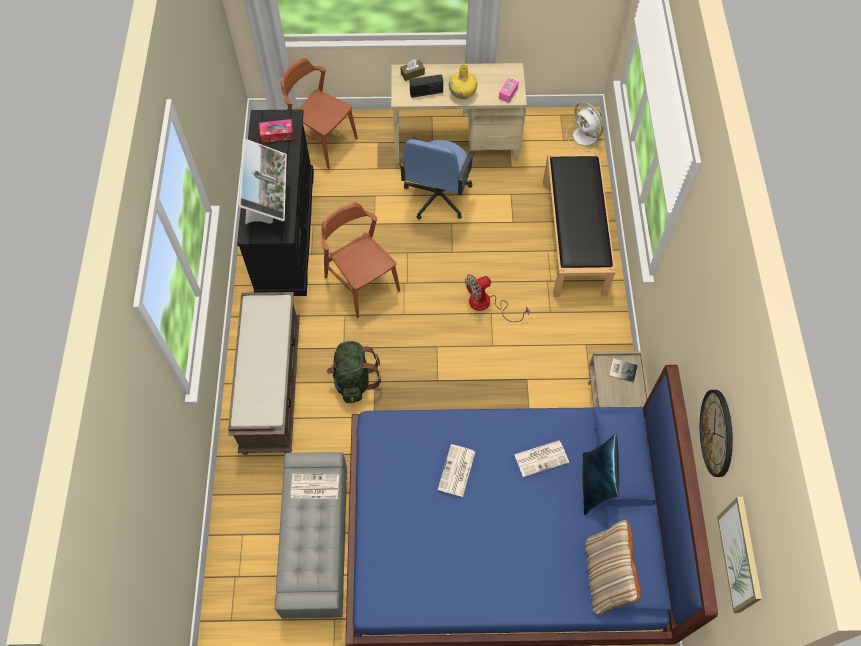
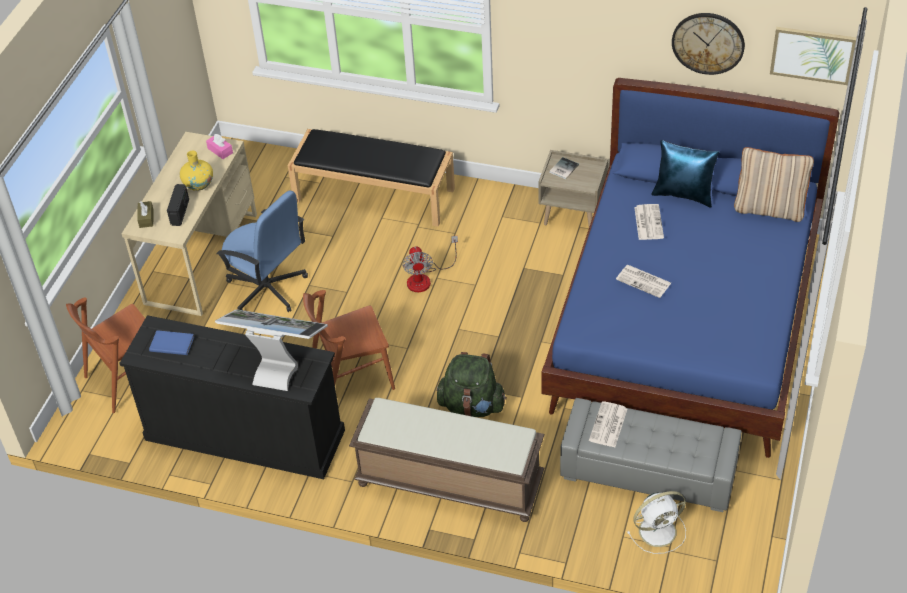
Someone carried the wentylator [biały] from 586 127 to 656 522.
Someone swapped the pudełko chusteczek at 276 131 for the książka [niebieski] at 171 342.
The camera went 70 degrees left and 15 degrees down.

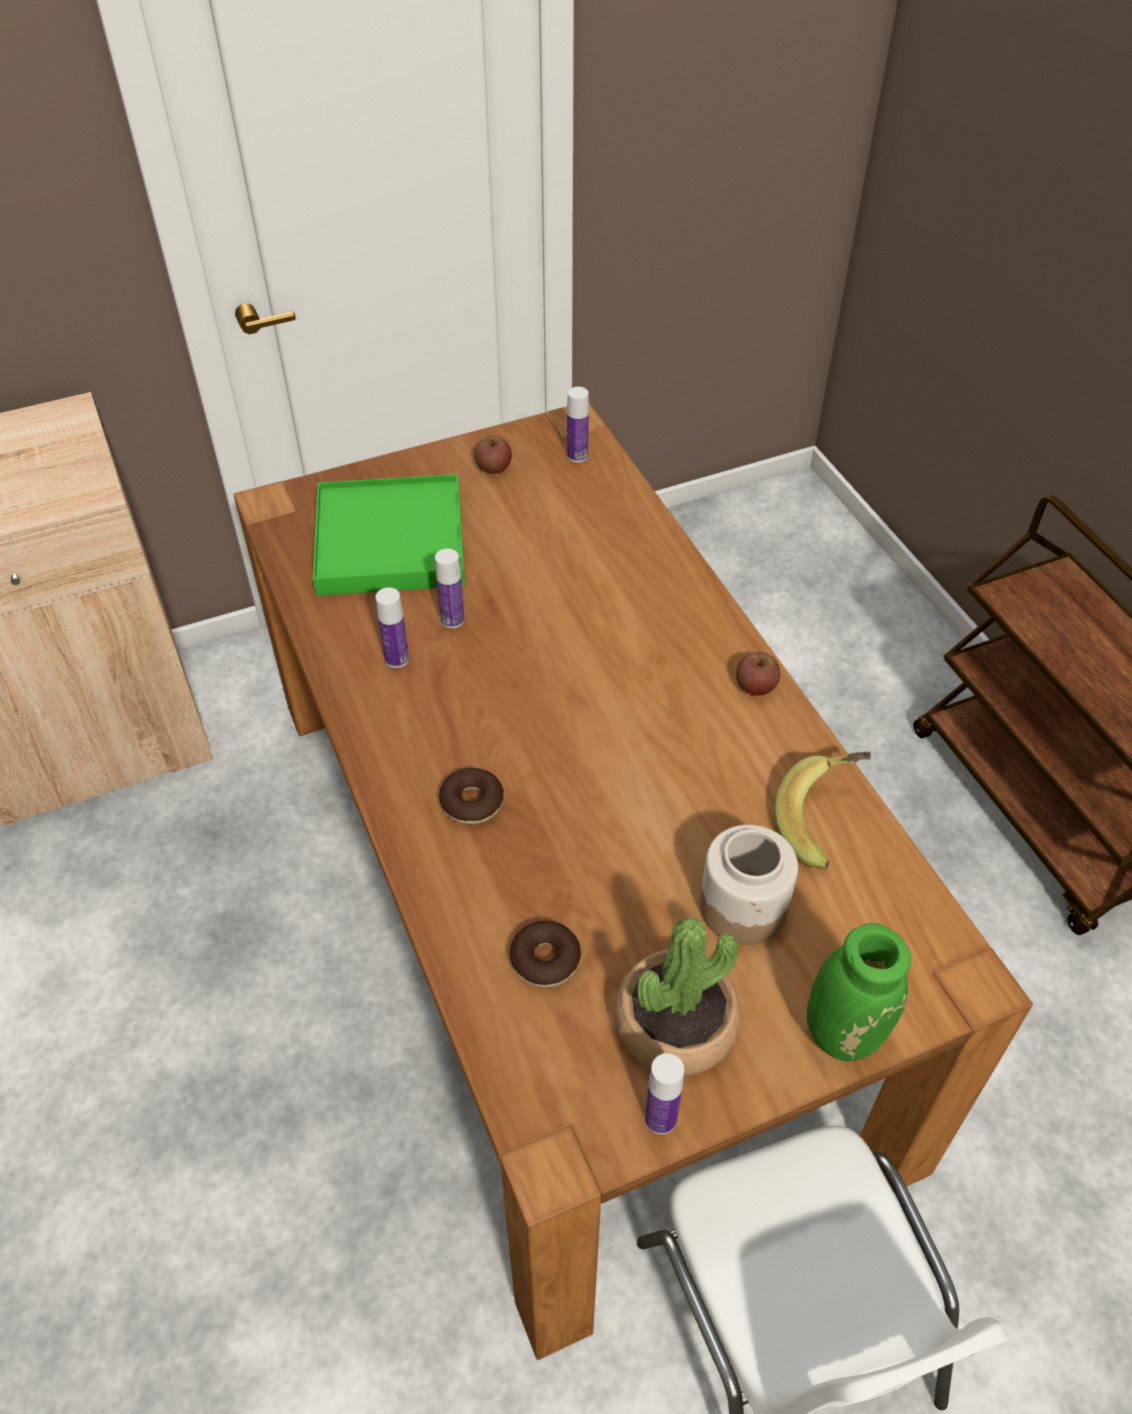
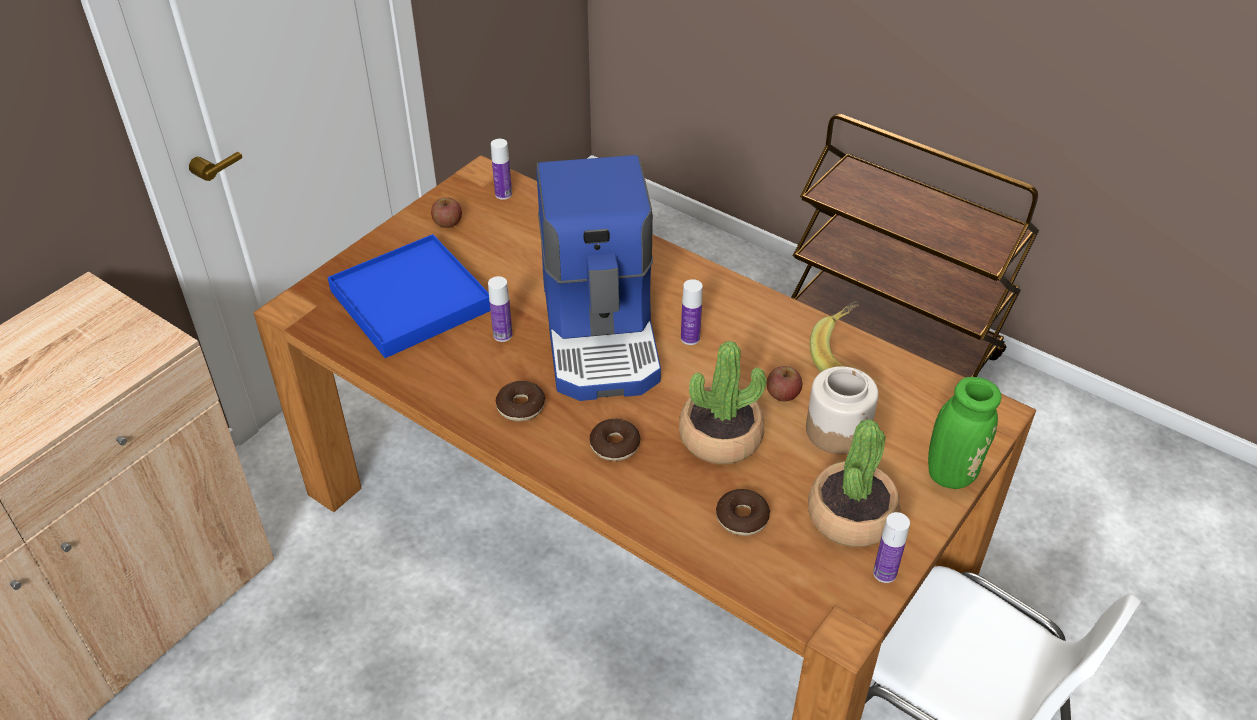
Someone put down the donut at 520 401.
Someone put down the ekspres do kawy at 598 278.
Someone put down the roślina doniczkowa at 722 402.
Someone carried the butelka from 392 628 to 692 312.
Someone carried the jabłko from 758 674 to 784 384.
Someone repainted the taca [zielony] at 389 535, which became the taca [niebieski] at 409 296.
The camera went 30 degrees left and 5 degrees down.

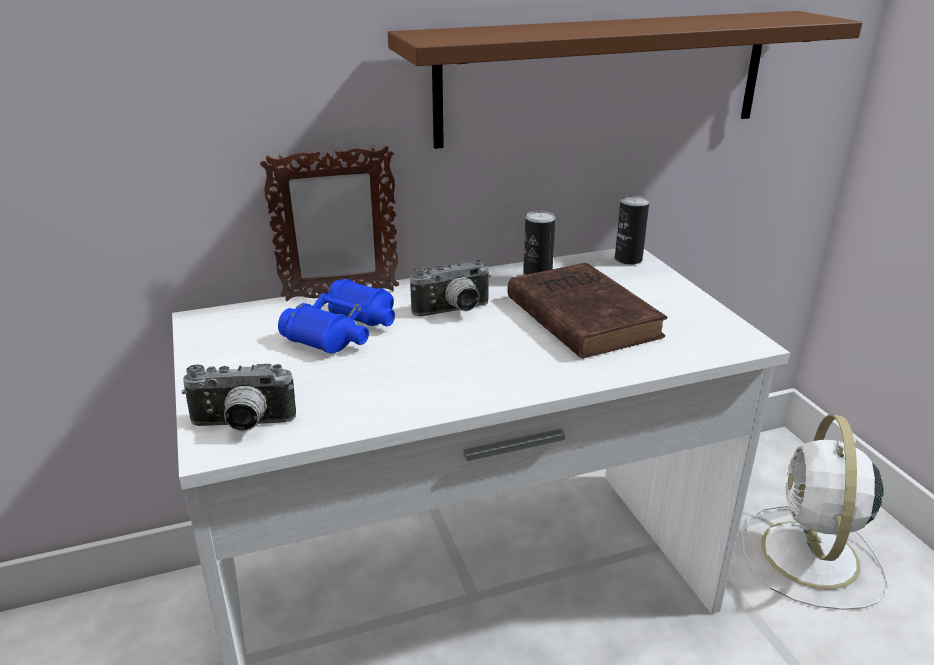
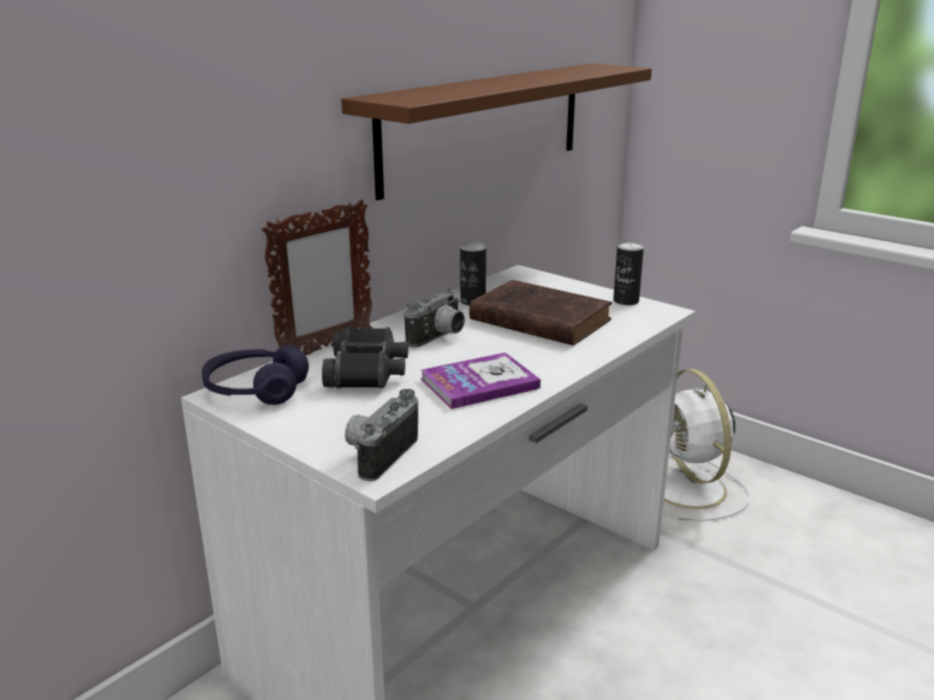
Someone put down the słuchawki [fioletowy] at 255 375.
Someone put down the książka at 481 380.
Someone carried the puszka from 632 230 to 628 273.
Someone repainted the lornetka [niebieski] at 336 316, which became the lornetka [czarny] at 365 357.
Someone rotated the aparat fotograficzny at 239 397 by 150 degrees clockwise.
The camera went 30 degrees left and 5 degrees down.

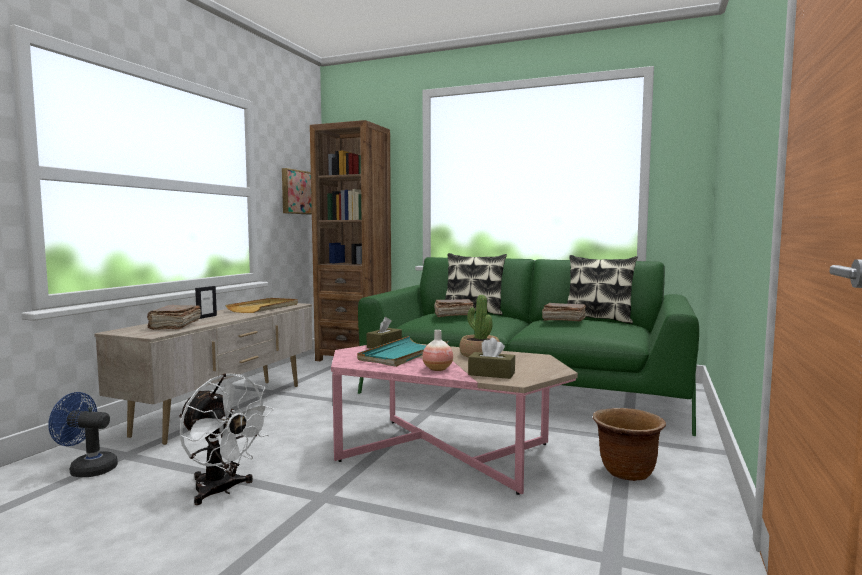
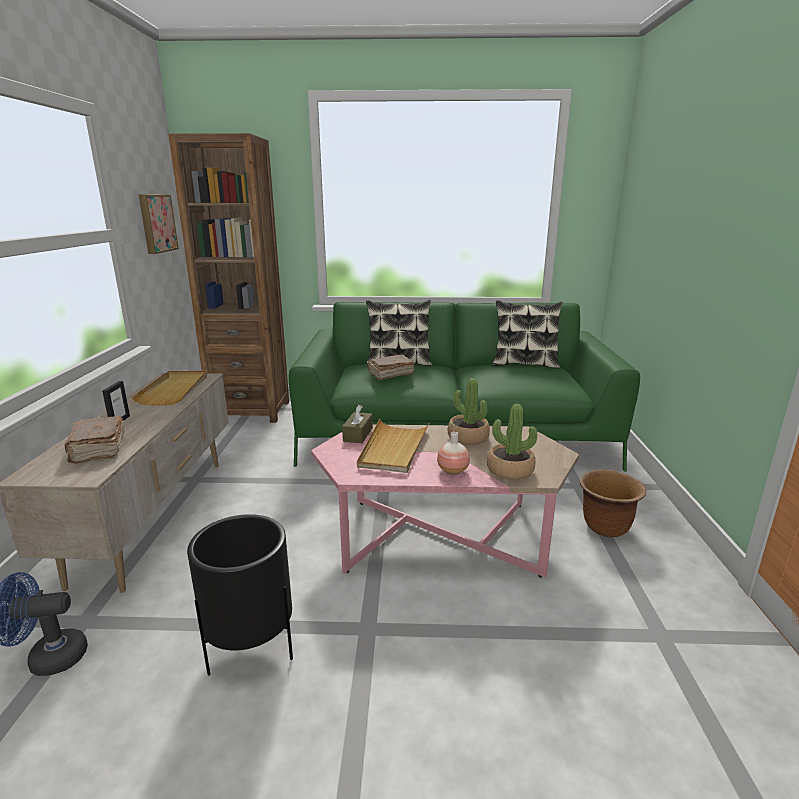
Someone took away the książka [brązowy] at 564 312.
Someone swapped the wentylator [biały] at 226 439 for the donica [czarny] at 240 595.
Someone swapped the pudełko chusteczek [brązowy] at 491 358 for the roślina doniczkowa at 512 442.
Someone repainted the taca [turkusowy] at 403 351, which became the taca [beżowy] at 393 446.
The camera went 20 degrees left and 15 degrees up.

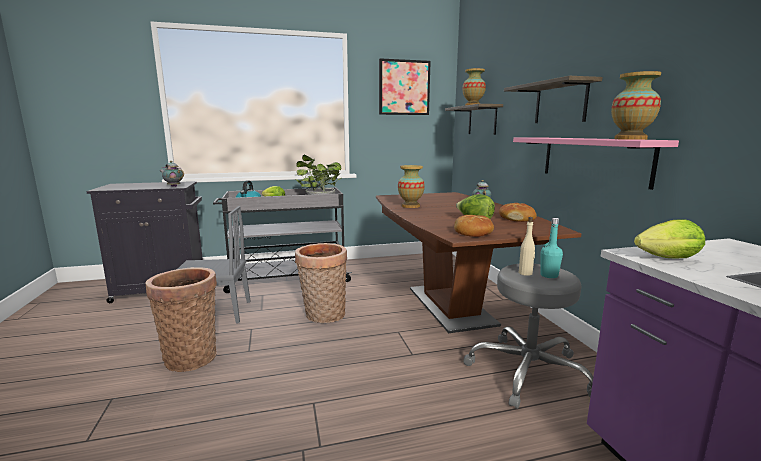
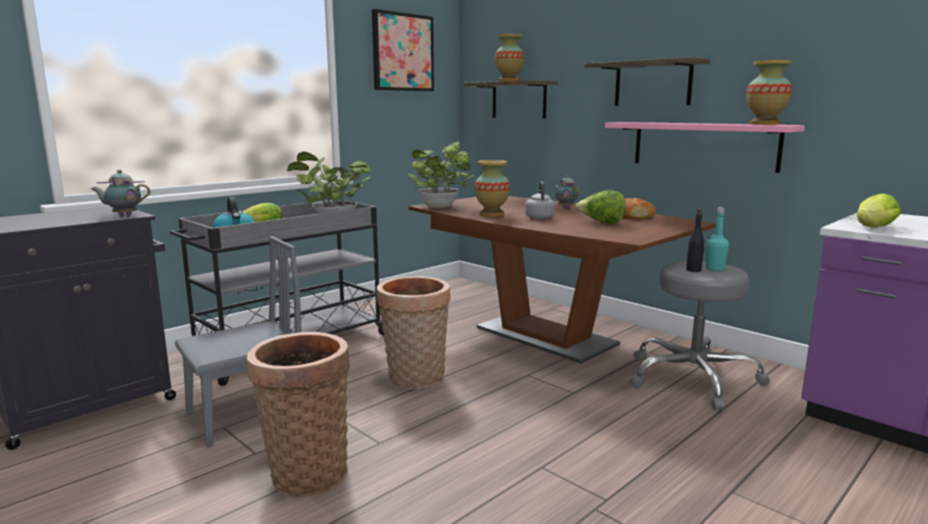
Someone took away the chleb at 474 226.
Someone put down the roślina doniczkowa at 441 174.
Someone put down the czajnik [szary] at 540 200.
Someone repainted the butelka [beżowy] at 527 246, which became the butelka [czarny] at 695 240.
The camera went 30 degrees left and 0 degrees up.

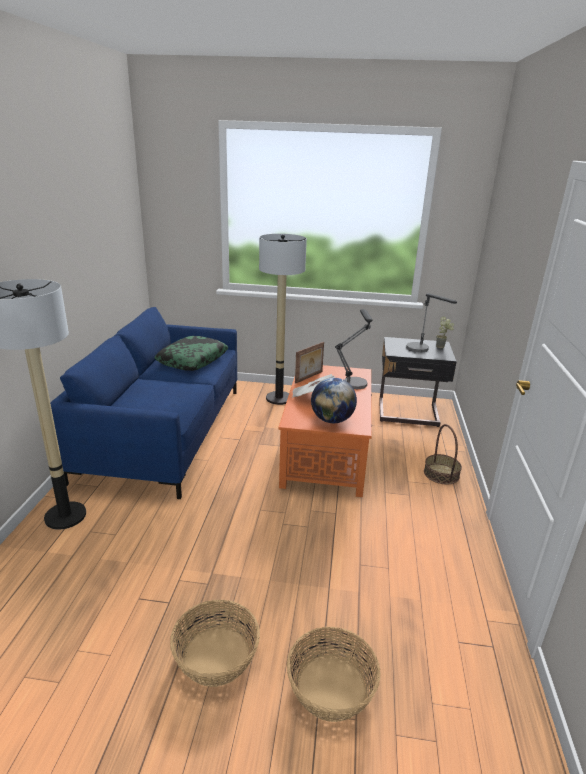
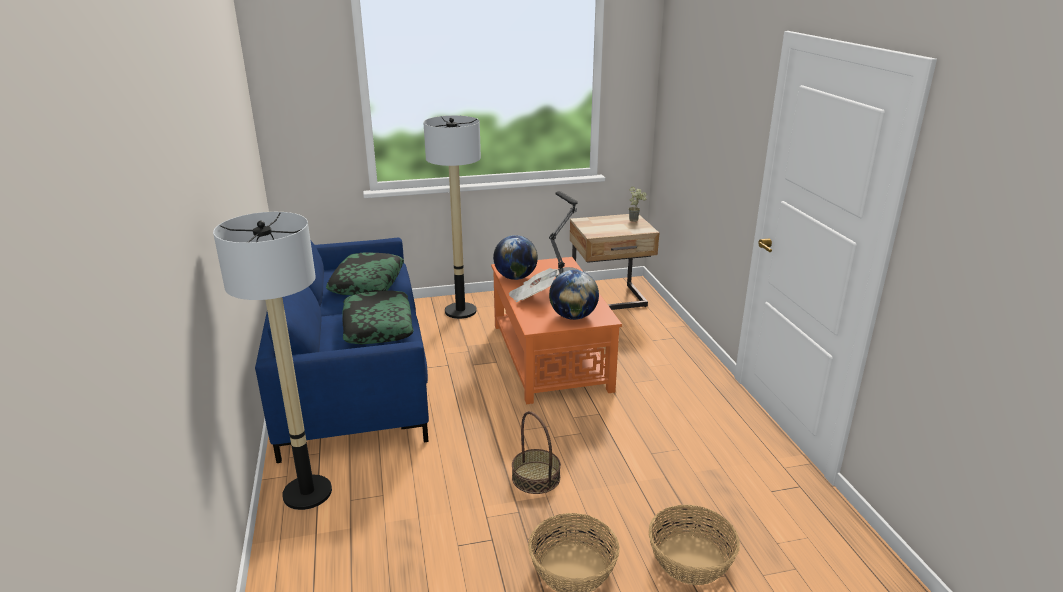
Someone took away the lampa stołowa at 431 322.
Someone put down the poduszka at 378 317.
Someone carried the koszyk from 443 454 to 536 452.
Someone swapped the ramka na zdjęcie at 309 363 for the globus at 515 257.
Someone repainted the szafka nocna [czarny] at 418 382, which became the szafka nocna [beżowy] at 614 262.
The camera went 20 degrees left and 0 degrees up.

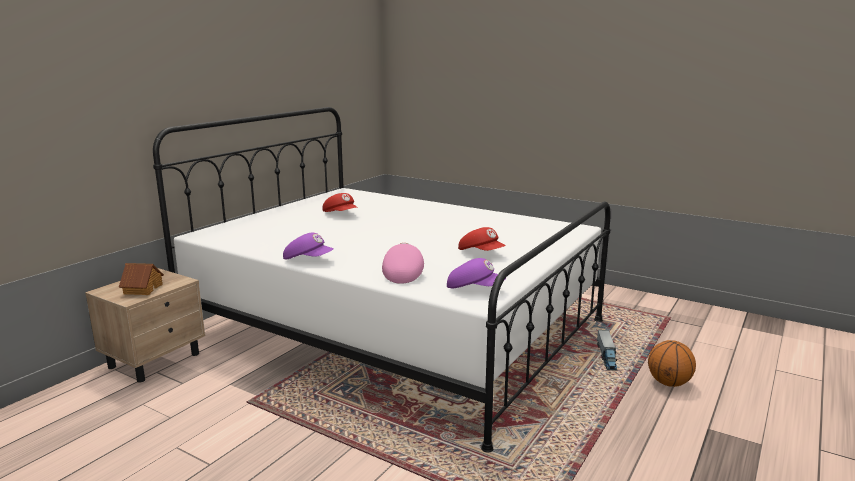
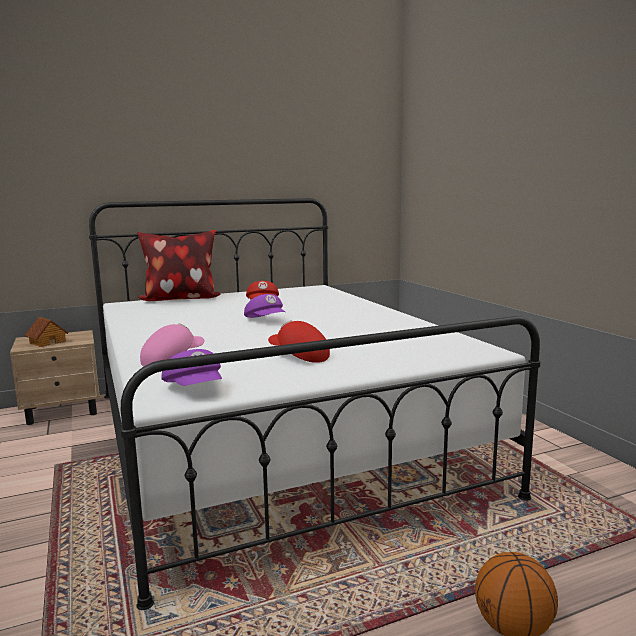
Someone took away the ciężarówka zabawkowa at 607 350.
Someone put down the poduszka at 179 265.
Someone carried the czapka z daszkiem [fioletowy] from 308 246 to 264 306.
Someone rotated the czapka z daszkiem [czerwony] at 482 239 by 135 degrees clockwise.
The camera went 35 degrees right and 5 degrees down.

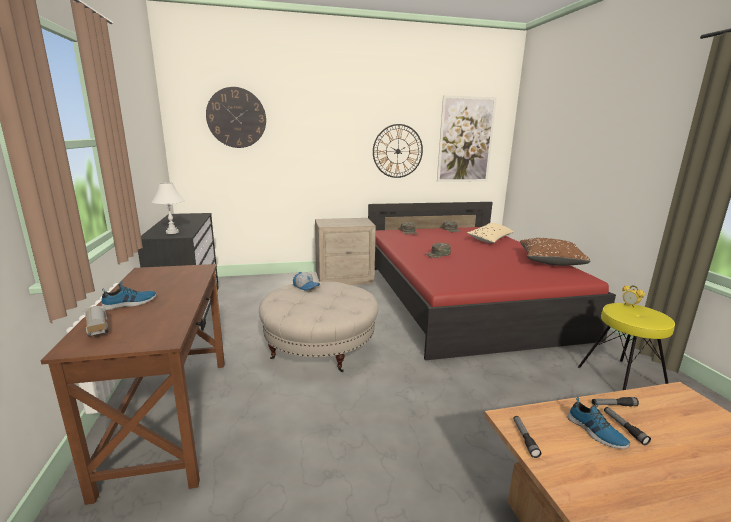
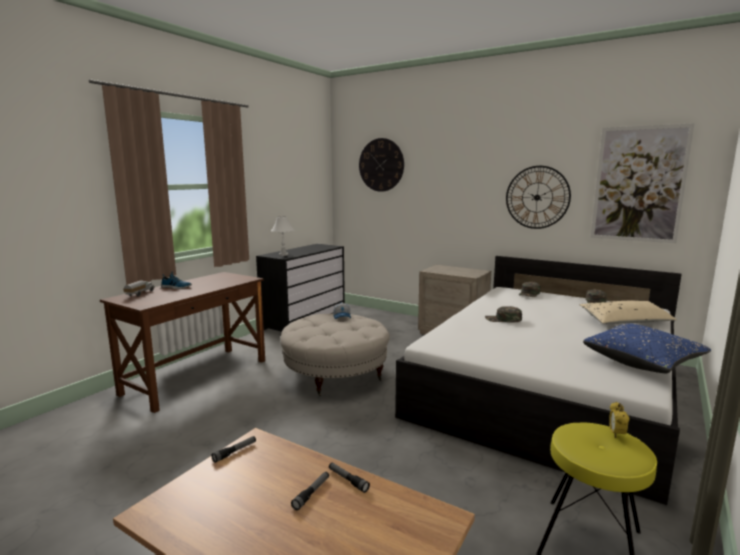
Someone took away the but at 598 423.
Someone repainted the łóżko [czerwony] at 492 281, which became the łóżko [biały] at 538 380.
Someone repainted the poduszka [brązowy] at 555 252, which became the poduszka [niebieski] at 647 348.
The camera went 45 degrees right and 5 degrees down.

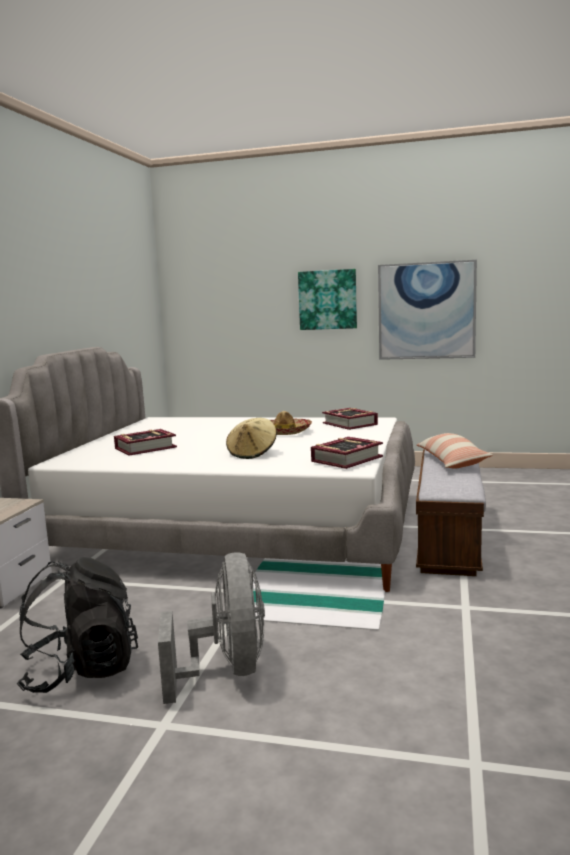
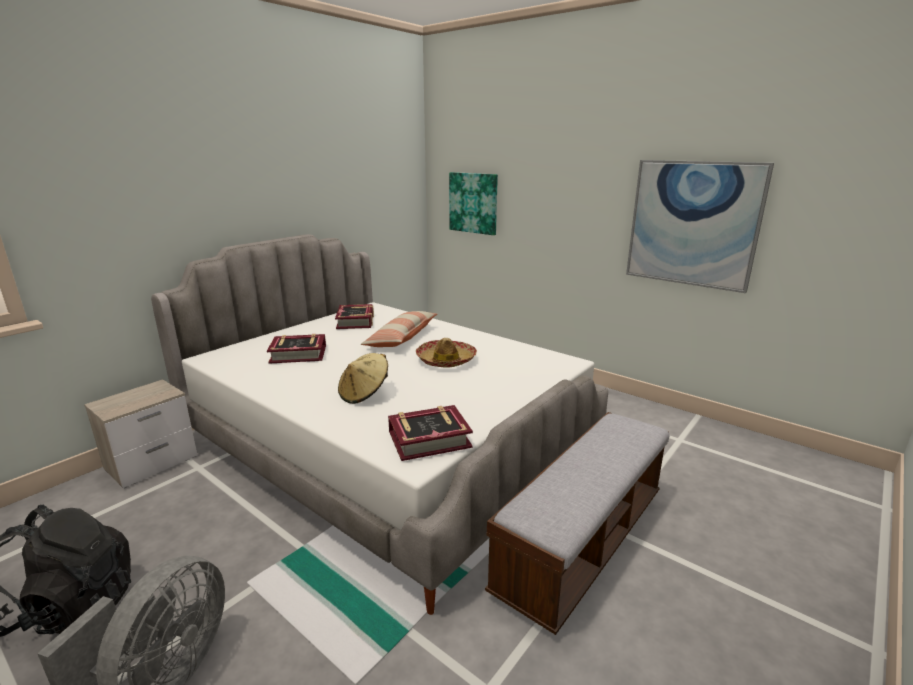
Someone carried the obraz from 327 299 to 473 203.
Someone carried the książka from 350 419 to 354 316.
Someone carried the poduszka from 455 451 to 399 329.
The camera went 25 degrees right and 10 degrees up.

